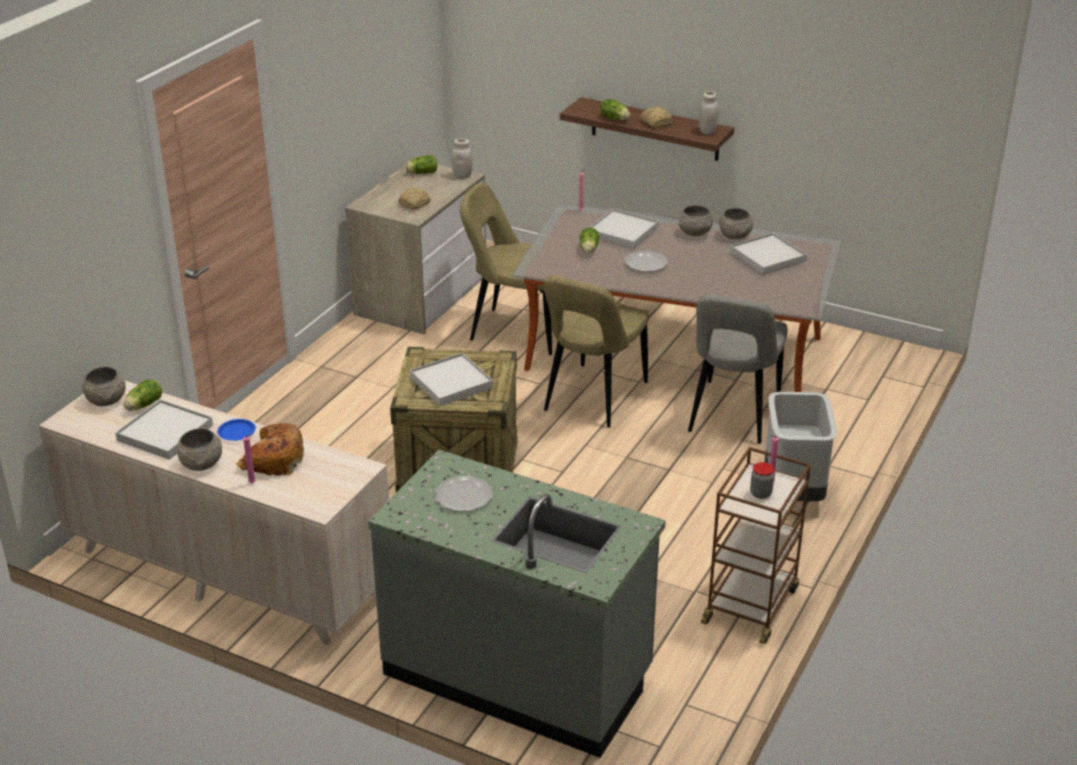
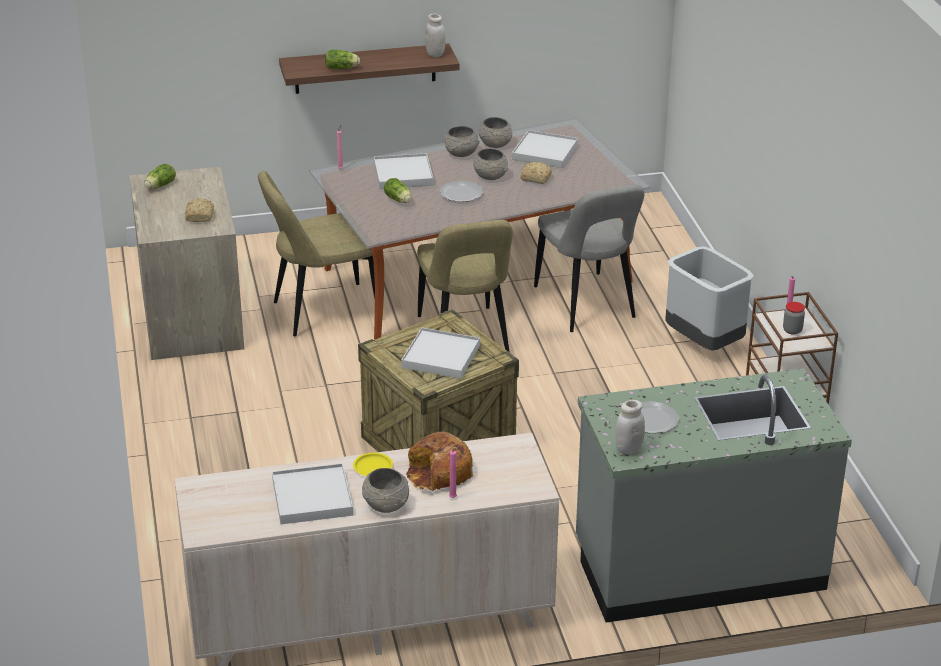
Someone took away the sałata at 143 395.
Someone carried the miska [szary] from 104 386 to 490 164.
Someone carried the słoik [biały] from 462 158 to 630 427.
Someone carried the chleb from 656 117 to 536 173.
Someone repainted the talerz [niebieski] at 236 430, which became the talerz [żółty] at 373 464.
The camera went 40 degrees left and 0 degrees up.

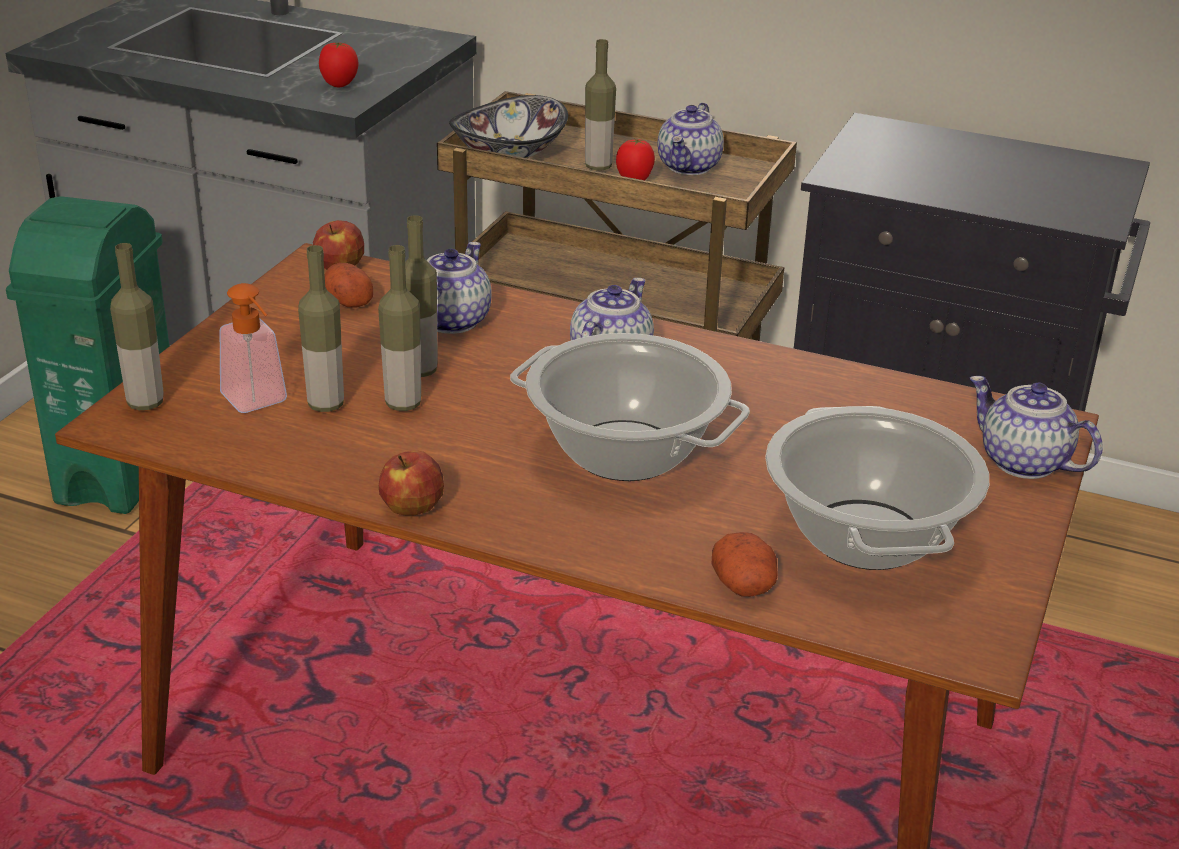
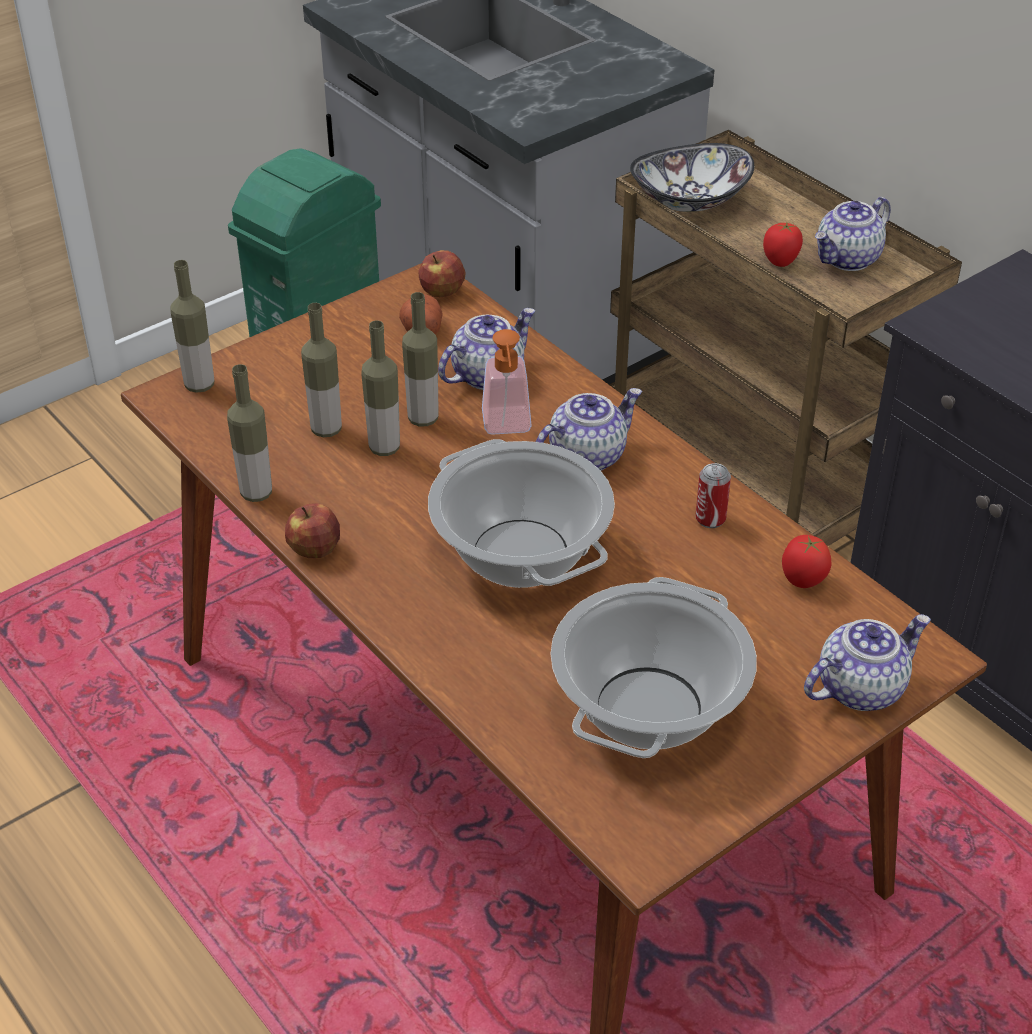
Someone took away the ziemniak at 744 564.
Someone put down the puszka at 713 495.
Someone carried the dozownik mydła from 253 348 to 507 382.
Someone carried the pomidor from 338 64 to 807 561.
Someone carried the butelka from 600 104 to 249 433.
Someone rotated the imbryk at 1036 427 by 75 degrees clockwise.
The camera went 30 degrees right and 10 degrees up.

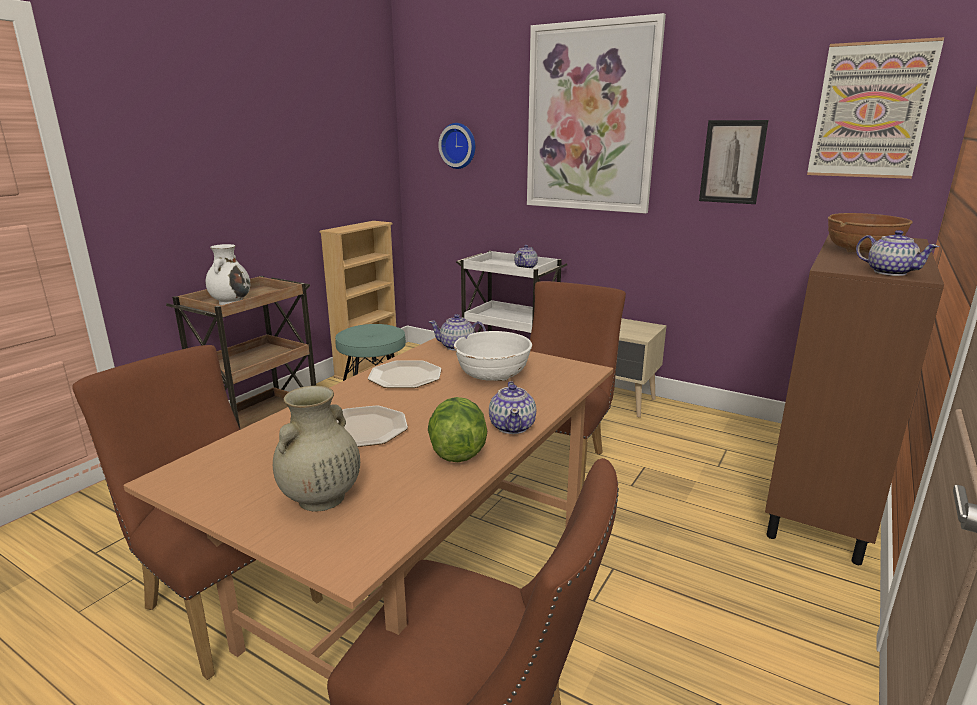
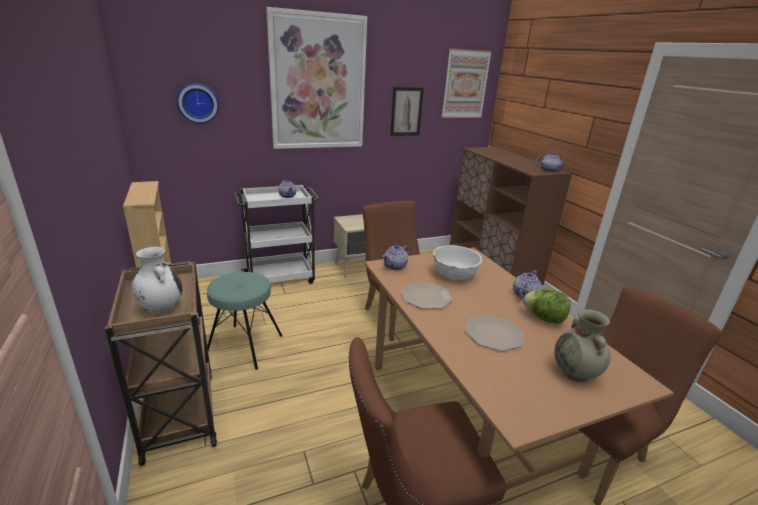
Someone took away the miska [brązowy] at 870 233.
Someone rotated the imbryk at 512 407 by 90 degrees counterclockwise.
The camera went 55 degrees left and 5 degrees up.

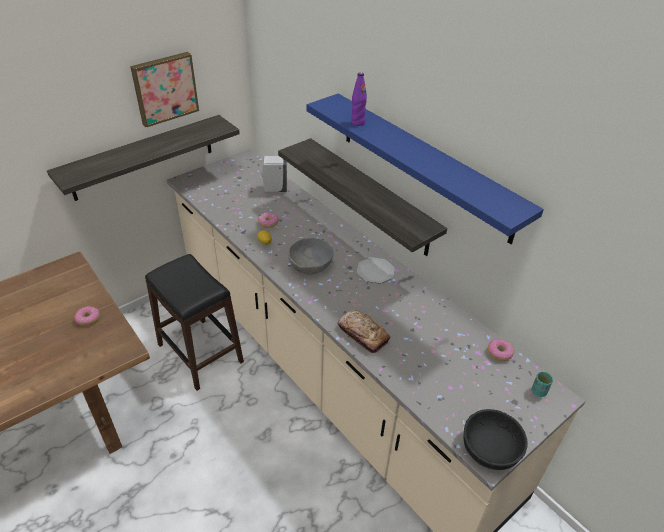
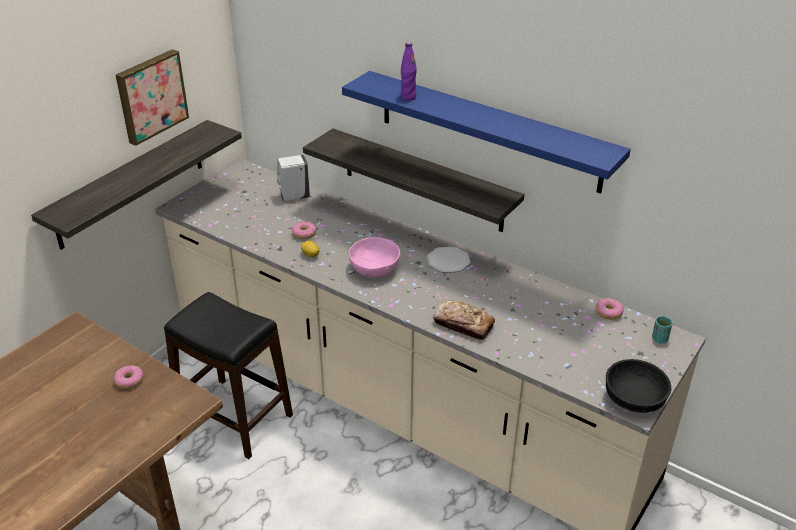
Someone repainted the miska [szary] at 311 256, which became the miska [różowy] at 374 257.
The camera went 15 degrees left and 5 degrees down.

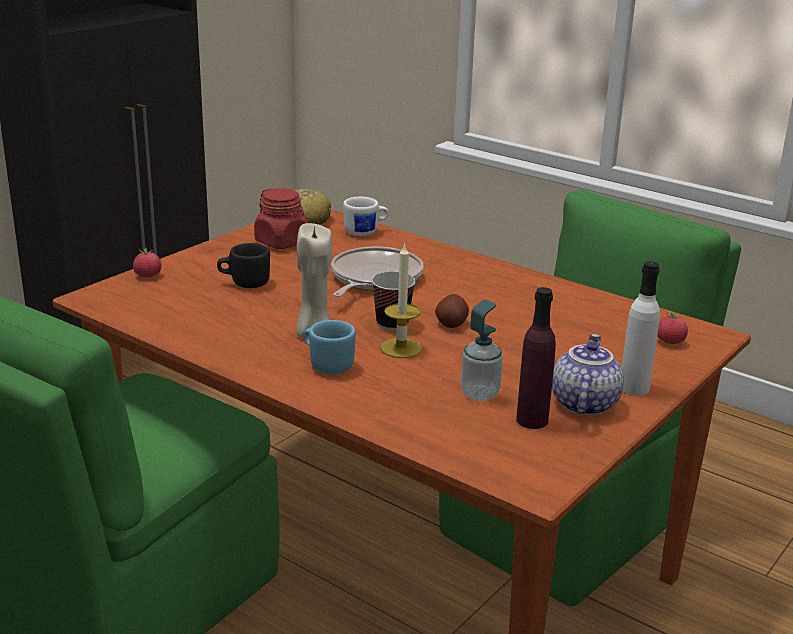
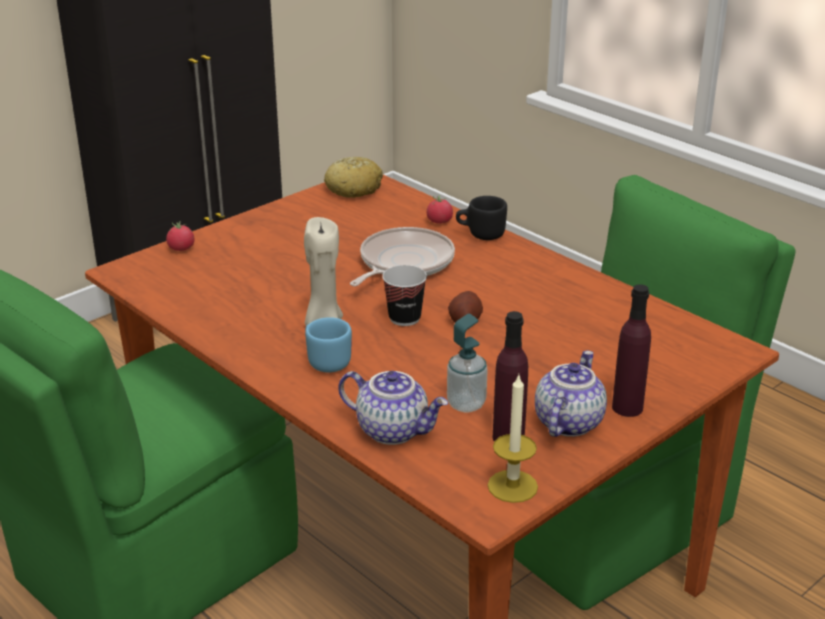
Someone took away the słoik [czerwony] at 281 218.
Someone took away the kubek [biały] at 366 216.
Someone put down the imbryk at 393 408.
Someone carried the kubek [czarny] from 243 265 to 481 218.
Someone carried the świeca from 401 300 to 513 438.
Someone carried the pomidor from 672 327 to 440 209.
Someone repainted the butelka [biały] at 641 328, which became the butelka [fioletowy] at 631 350.
The camera went 10 degrees right and 5 degrees up.

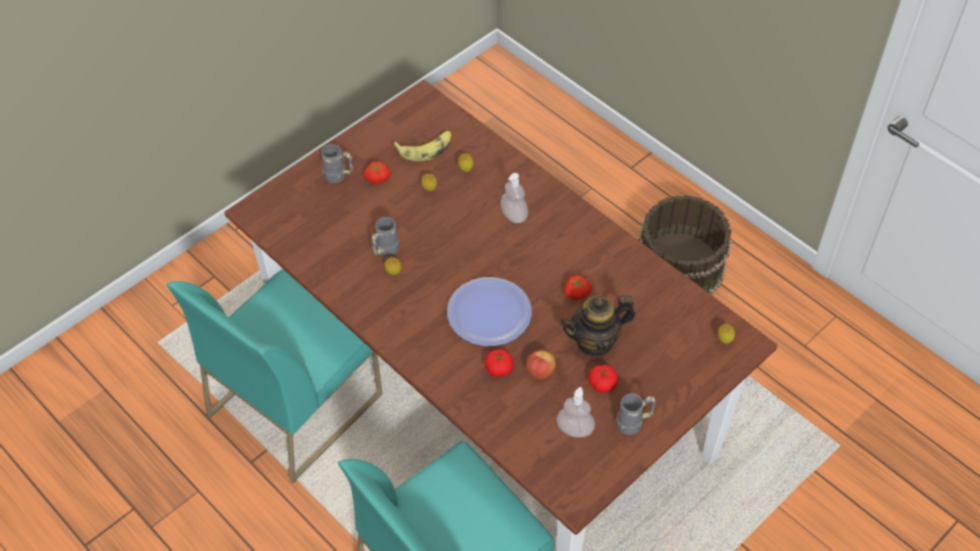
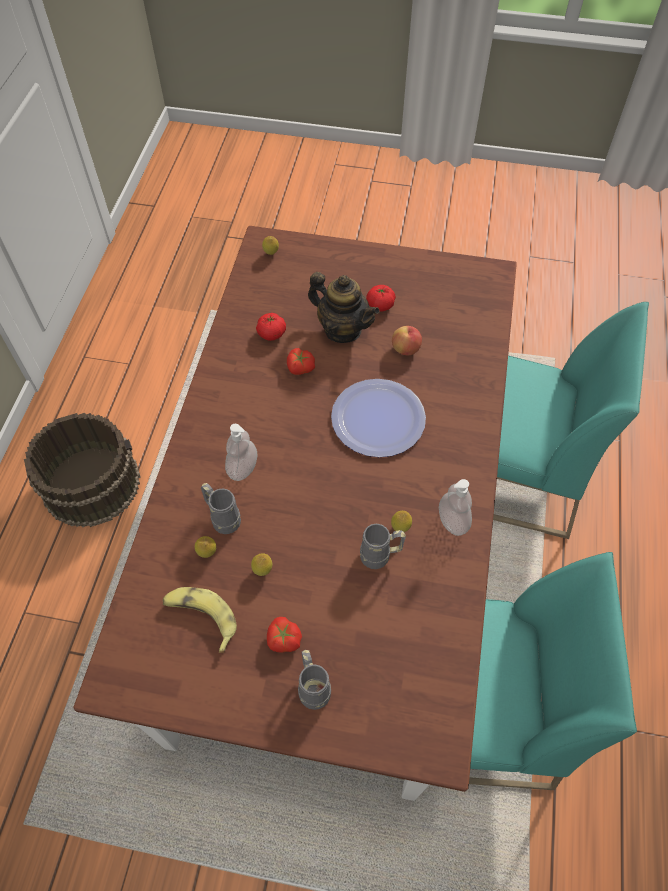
Someone carried the pomidor from 499 363 to 271 327.
Someone carried the dozownik mydła from 575 412 to 455 507.
Someone carried the kubek [szary] from 636 414 to 221 508.
The camera went 125 degrees left and 5 degrees up.

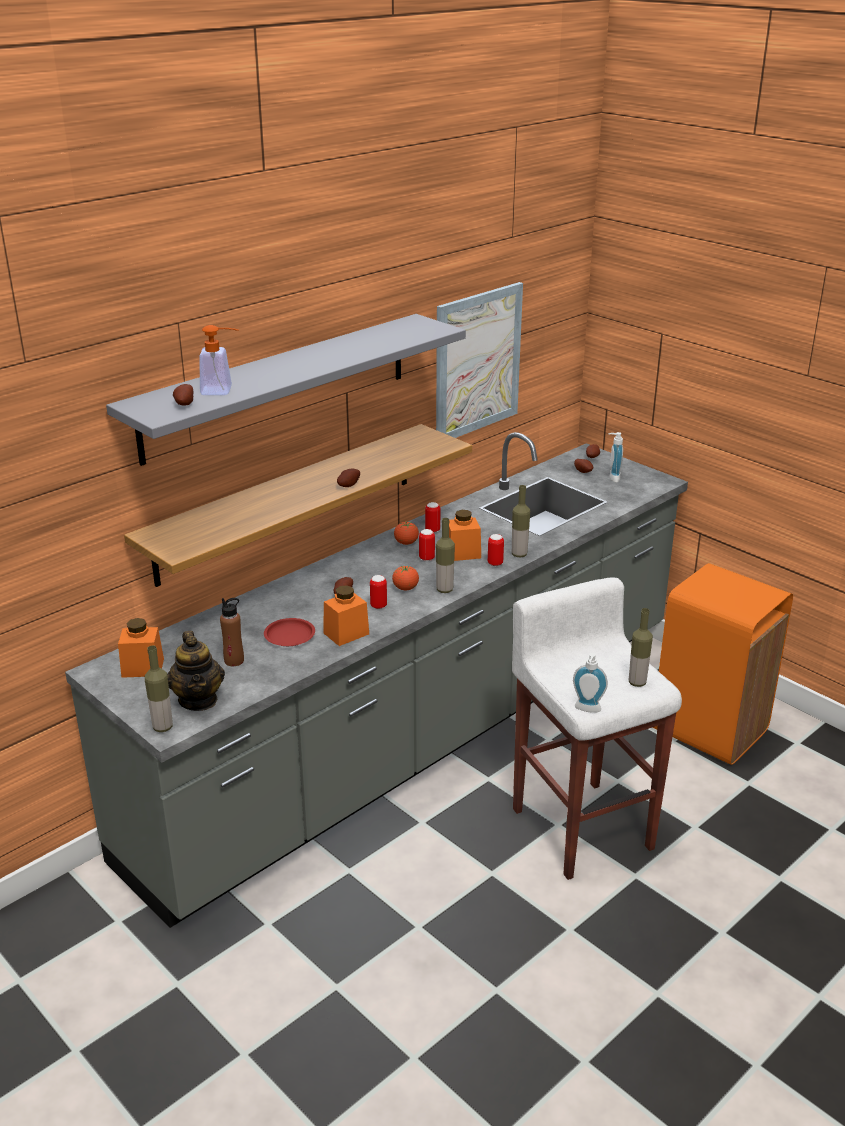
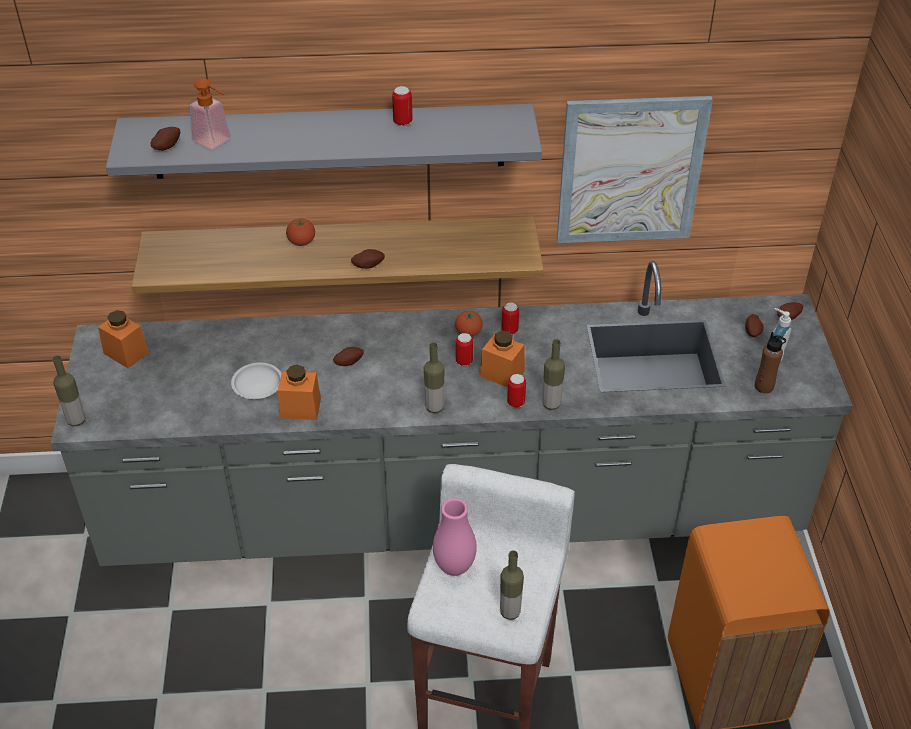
Someone took away the imbryk at 196 671.
Someone took away the dozownik mydła at 590 683.
Someone put down the wazon [różowy] at 455 537.
Someone carried the butelka [brązowy] from 232 632 to 770 362.
Someone carried the puszka from 378 592 to 402 106.
Someone carried the pomidor from 405 578 to 300 232.
Someone repainted the talerz [czerwony] at 289 632, which became the talerz [biały] at 256 381.
The camera went 40 degrees right and 15 degrees up.

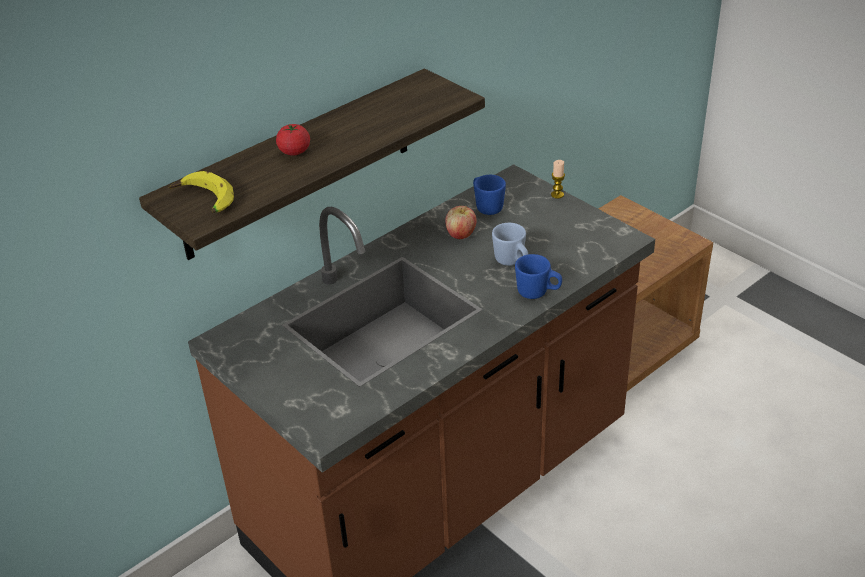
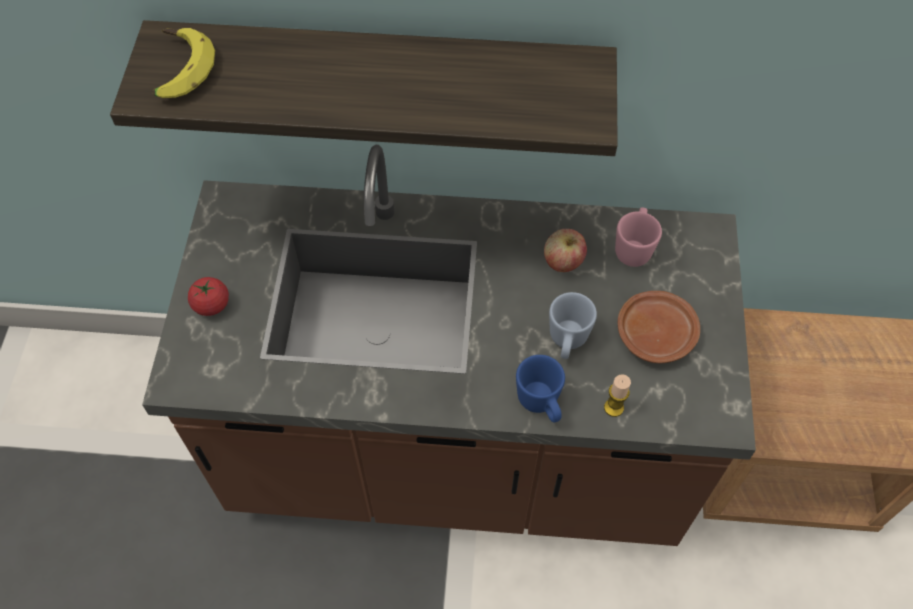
Someone put down the talerz [brązowy] at 659 327.
Someone carried the pomidor from 293 140 to 208 296.
Someone carried the świeca from 558 179 to 617 396.
Someone repainted the kubek [niebieski] at 489 195, which became the kubek [różowy] at 638 237.
The camera went 45 degrees right and 20 degrees up.

